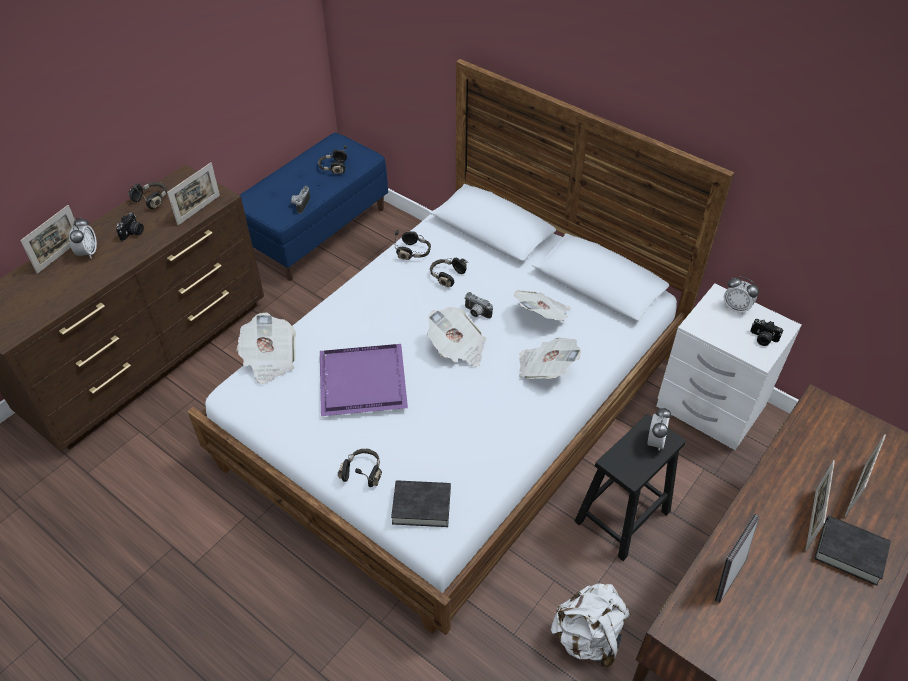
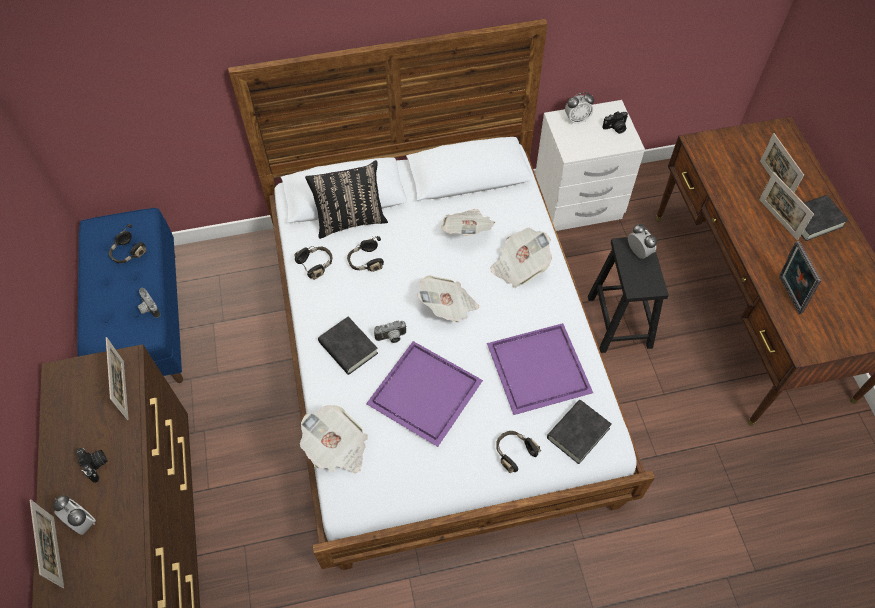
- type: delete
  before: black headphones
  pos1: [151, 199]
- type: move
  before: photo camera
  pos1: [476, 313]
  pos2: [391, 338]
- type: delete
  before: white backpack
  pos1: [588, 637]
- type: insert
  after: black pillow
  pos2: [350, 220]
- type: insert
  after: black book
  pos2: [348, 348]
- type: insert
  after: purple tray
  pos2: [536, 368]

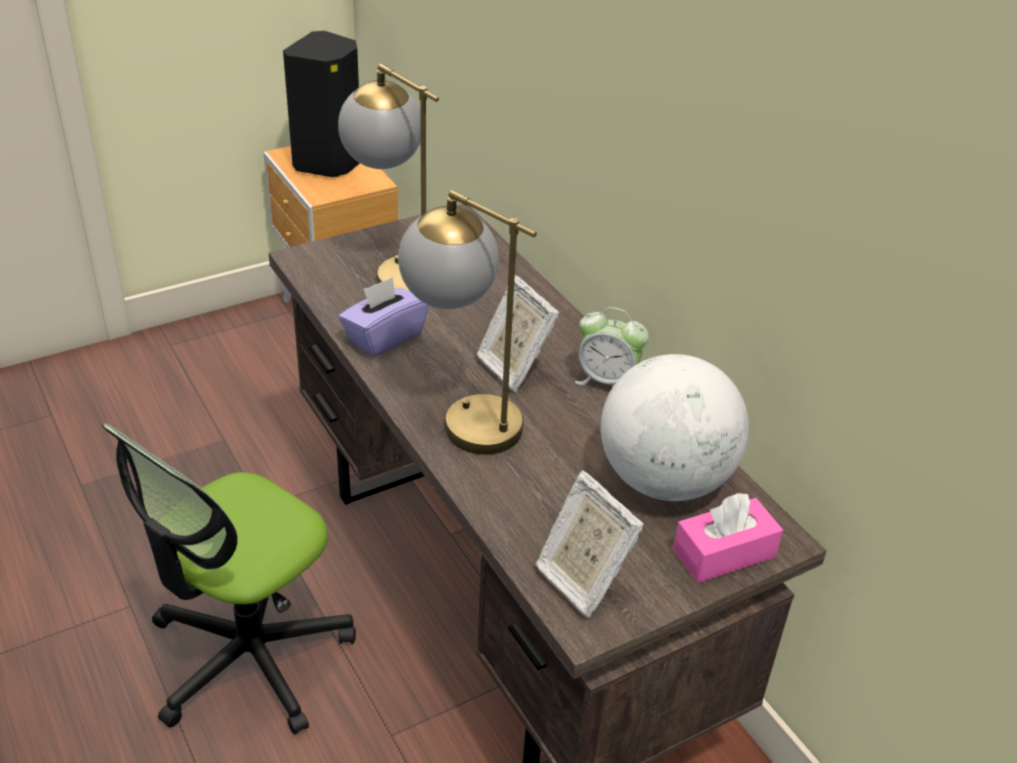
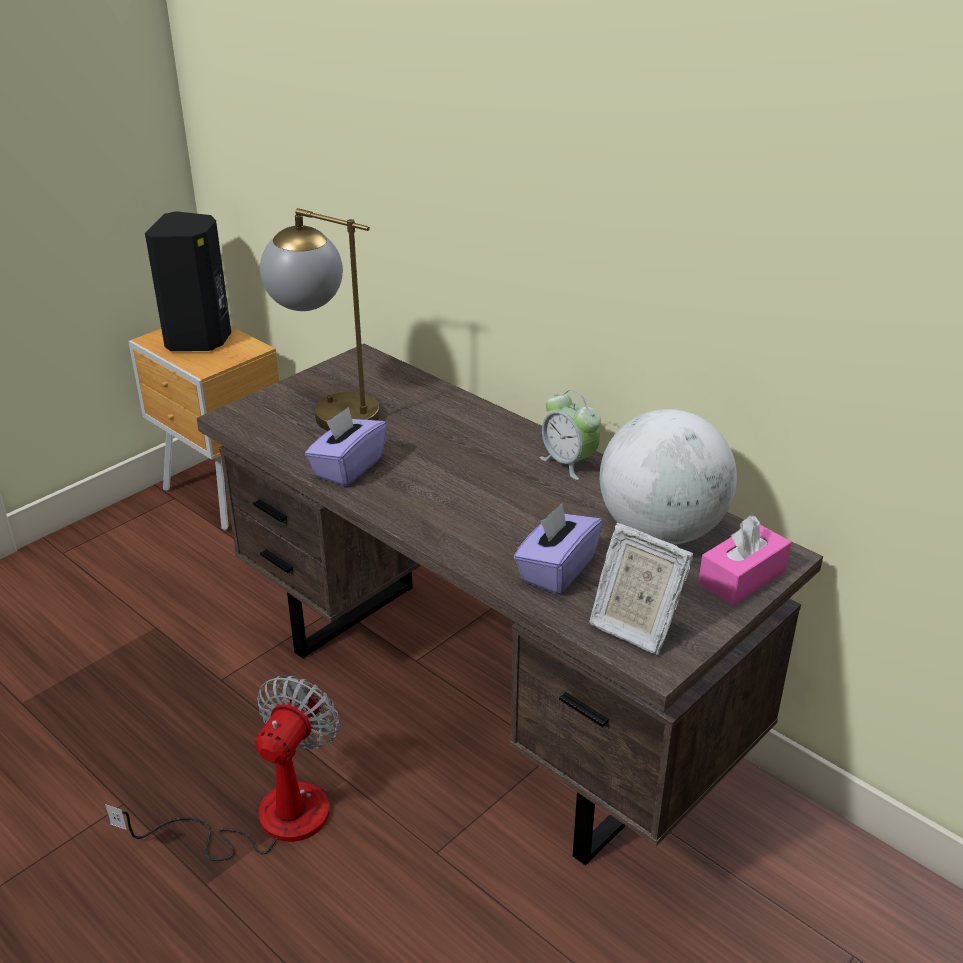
- type: delete
  before: table lamp
  pos1: [461, 416]
- type: delete
  before: picture frame
  pos1: [513, 367]
- type: rotate
  before: alarm clock
  pos1: [607, 381]
  pos2: [568, 463]
  turn: 45
- type: replace
  before: office chair
  after: fan
  pos1: [249, 657]
  pos2: [266, 819]
- type: insert
  after: purple tissue box
  pos2: [556, 570]

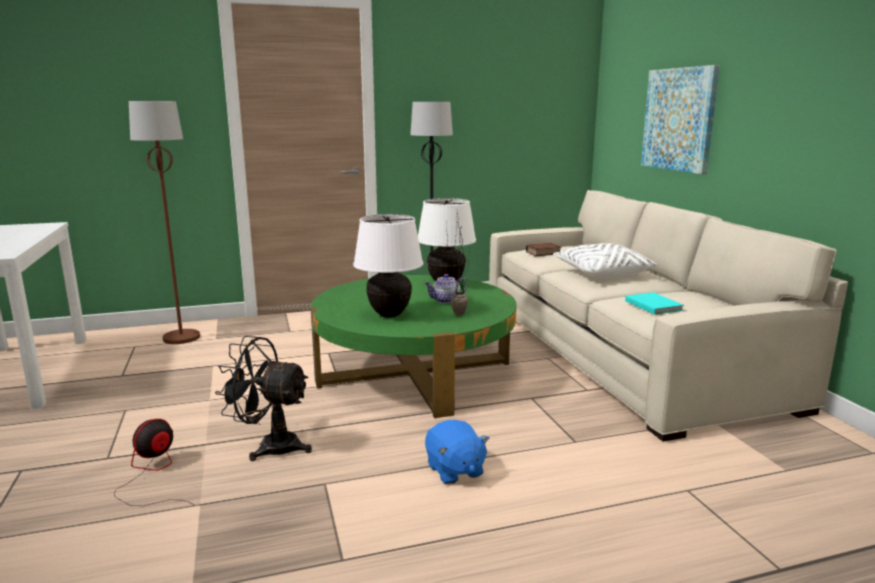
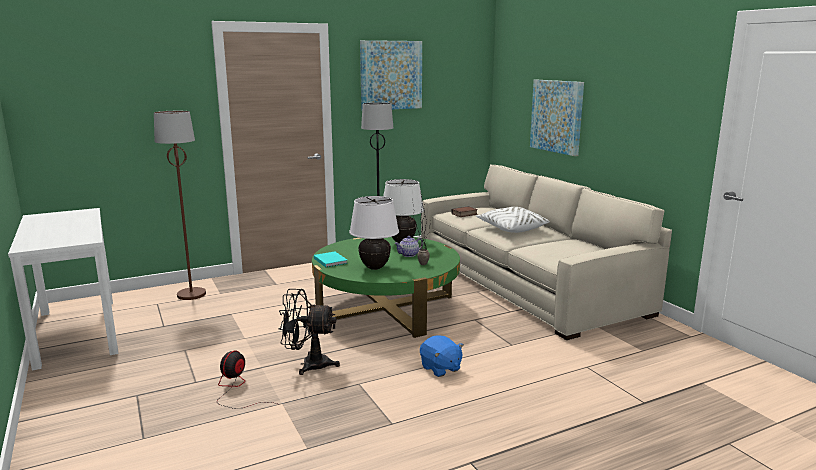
- type: move
  before: turquoise book
  pos1: [653, 305]
  pos2: [330, 260]
- type: insert
  after: picture
  pos2: [391, 75]

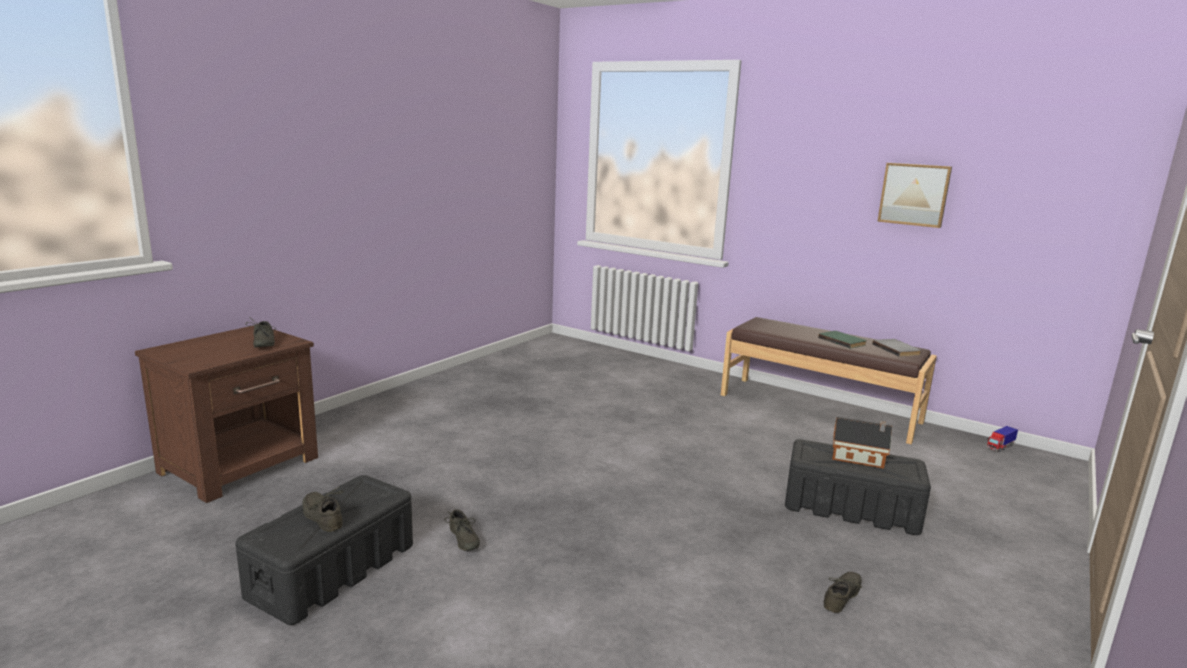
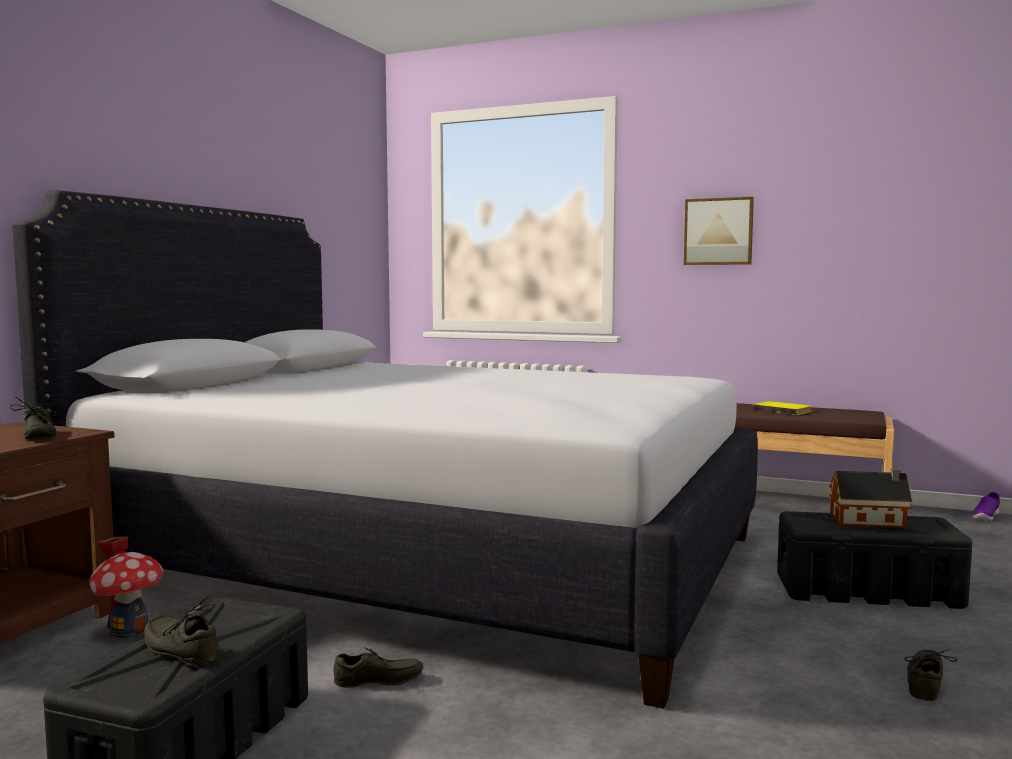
- type: move
  before: picture
  pos1: [914, 194]
  pos2: [718, 231]
- type: recolor
  before: green book
  after: yellow book
  pos1: [843, 341]
  pos2: [783, 410]
- type: delete
  before: grey book
  pos1: [897, 349]
- type: replace
  before: toy truck
  after: purple shoe
  pos1: [1000, 447]
  pos2: [985, 517]
- type: rotate
  before: grey shoe
  pos1: [462, 540]
  pos2: [379, 682]
  turn: -60
- type: insert
  after: white bed
  pos2: [426, 560]
- type: insert
  after: toy house
  pos2: [129, 629]

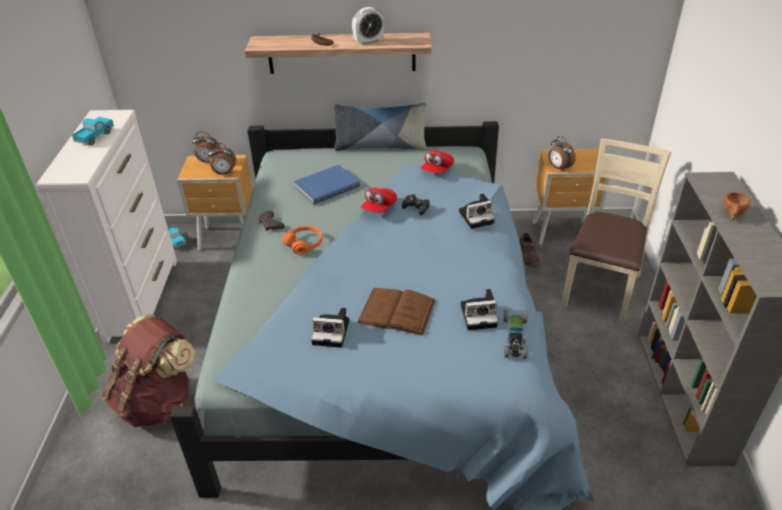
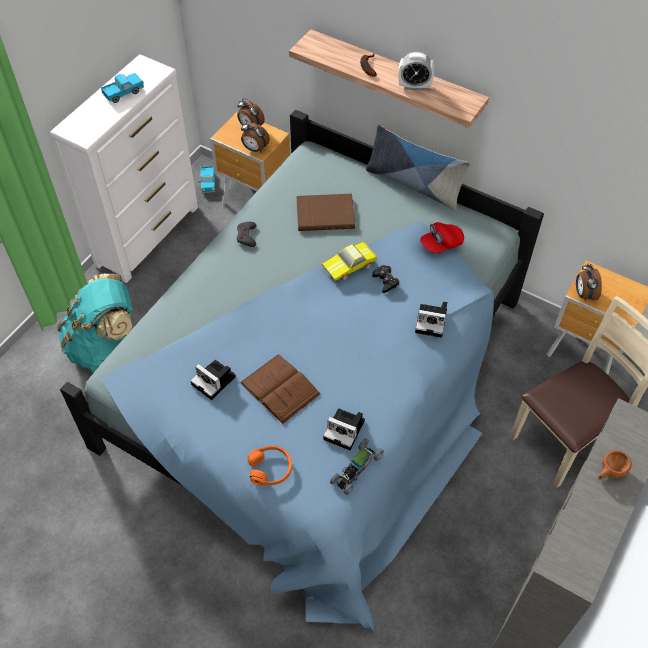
- type: recolor
  before: blue book
  after: brown book
  pos1: [326, 186]
  pos2: [325, 213]
- type: replace
  before: red cap
  after: toy car
  pos1: [379, 208]
  pos2: [350, 266]
- type: move
  before: orange headphones
  pos1: [304, 243]
  pos2: [270, 469]
- type: delete
  before: brown shoe
  pos1: [528, 256]
- type: recolor
  before: brown backpack
  after: turquoise backpack
  pos1: [159, 401]
  pos2: [105, 346]

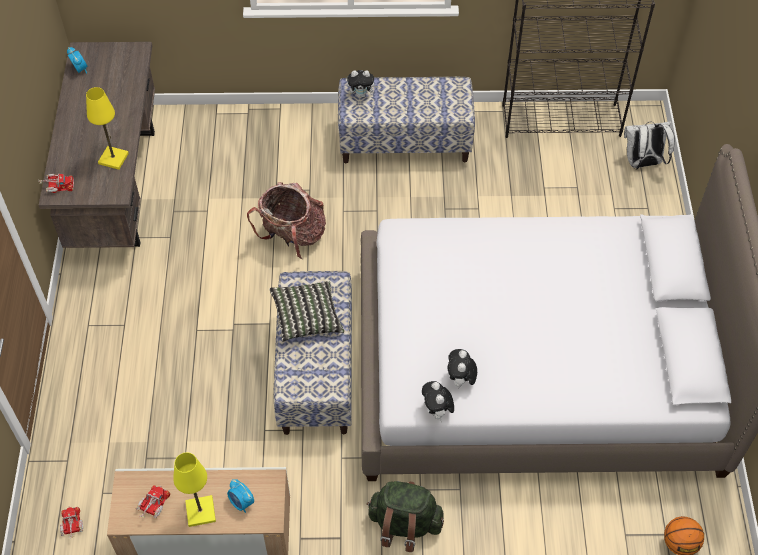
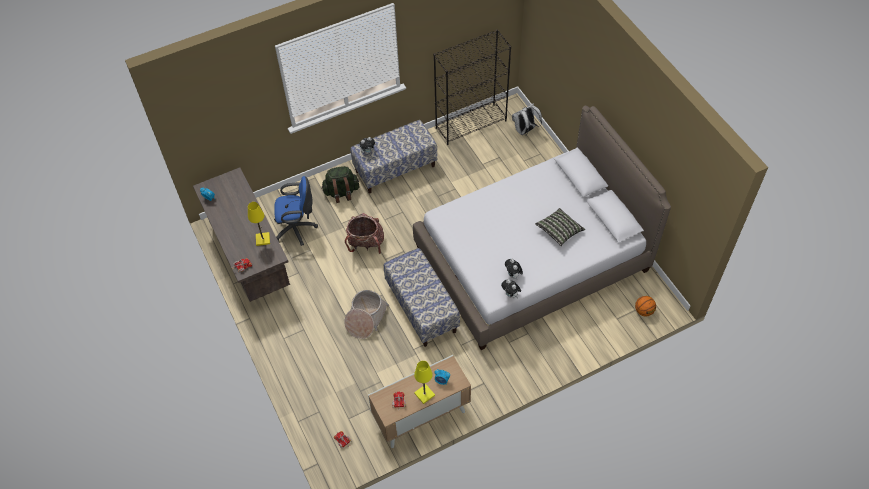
- type: move
  before: pillow
  pos1: [307, 317]
  pos2: [559, 231]
- type: move
  before: green backpack
  pos1: [404, 524]
  pos2: [341, 192]
- type: insert
  after: blue office chair
  pos2: [297, 229]
- type: insert
  after: basket
  pos2: [365, 318]

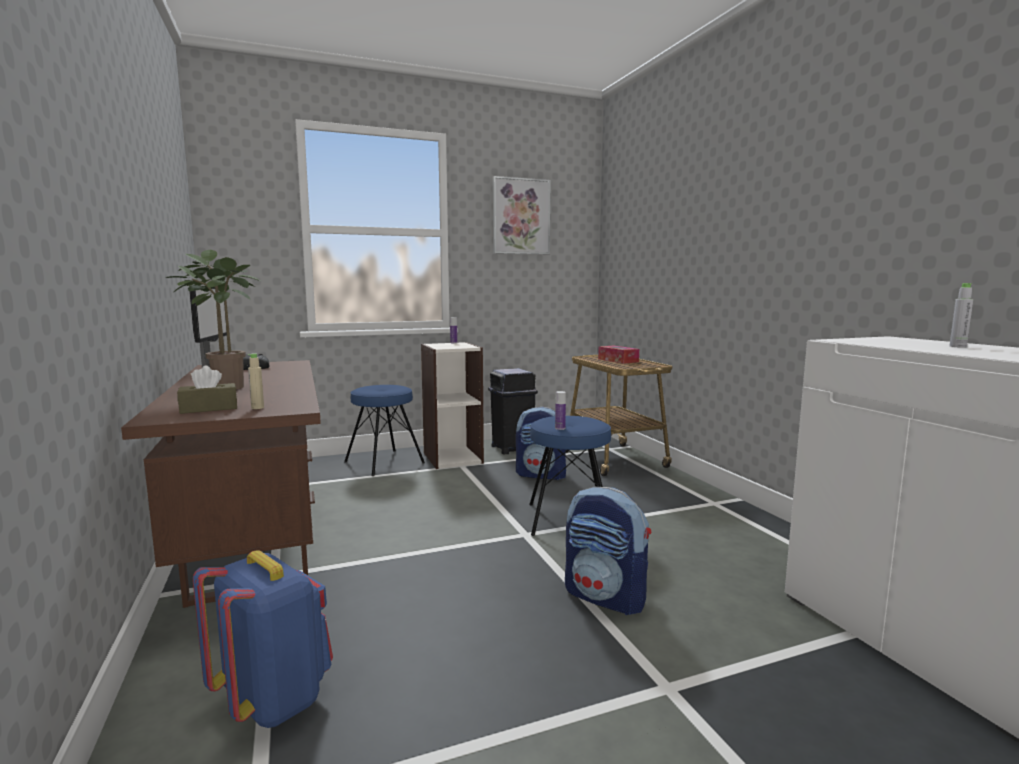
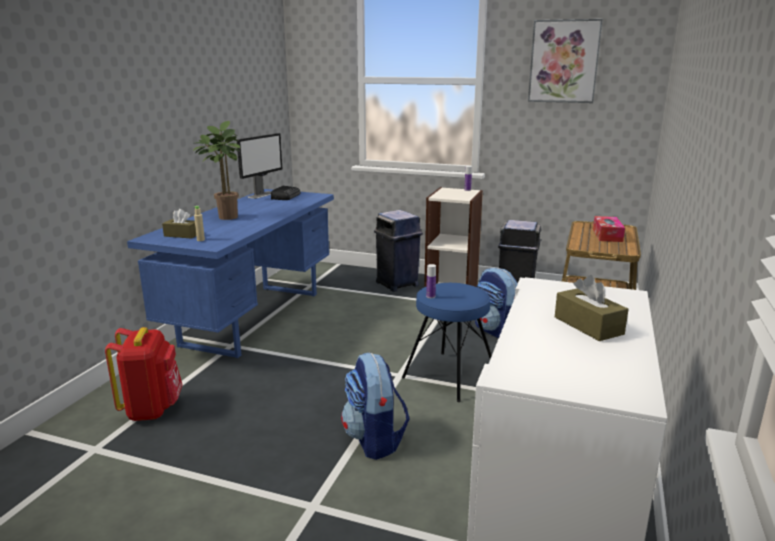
- type: replace
  before: grey bottle
  after: brown tissue box
  pos1: [958, 346]
  pos2: [588, 325]
- type: recolor
  before: brown desk
  after: blue desk
  pos1: [255, 537]
  pos2: [253, 317]
- type: replace
  before: blue stool
  after: blue trash can
  pos1: [384, 462]
  pos2: [397, 284]
- type: recolor
  before: blue backpack
  after: red backpack
  pos1: [273, 699]
  pos2: [152, 409]

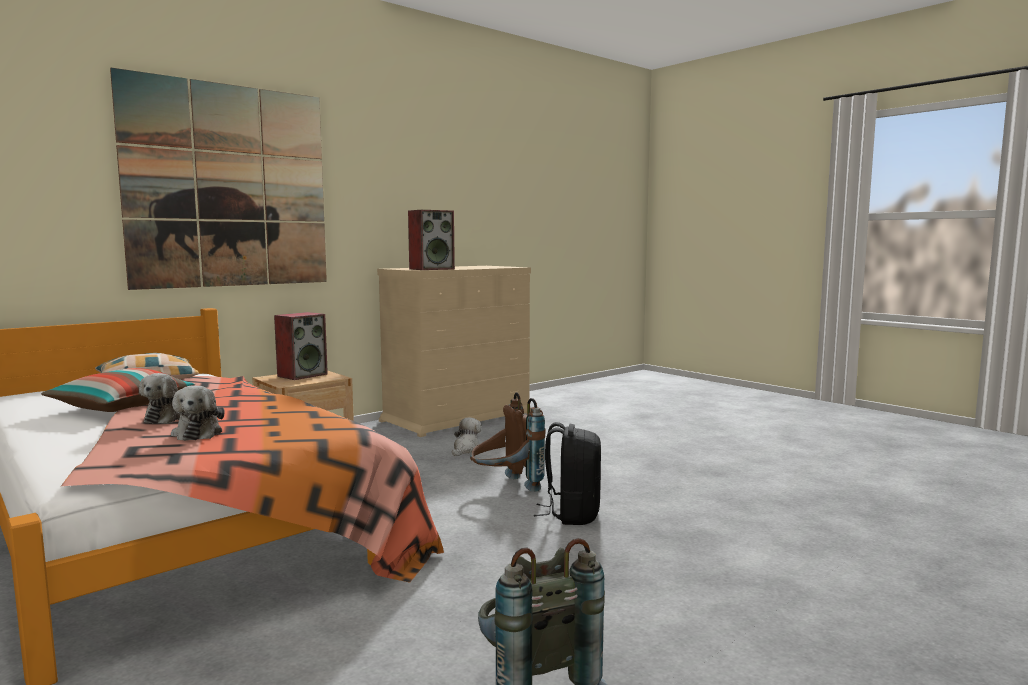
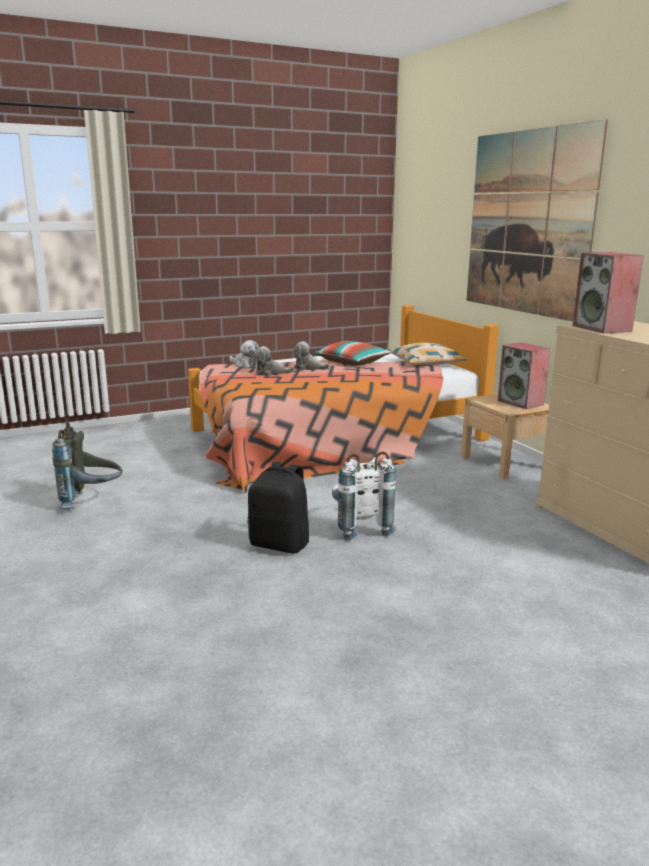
- type: recolor
  before: brown backpack
  after: white backpack
  pos1: [506, 488]
  pos2: [359, 527]
- type: move
  before: plush toy
  pos1: [466, 450]
  pos2: [244, 364]

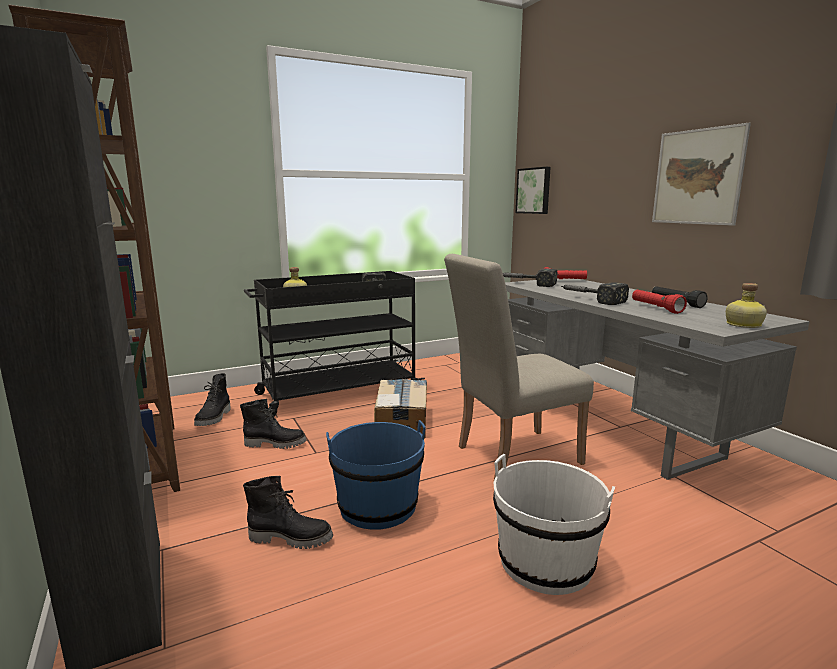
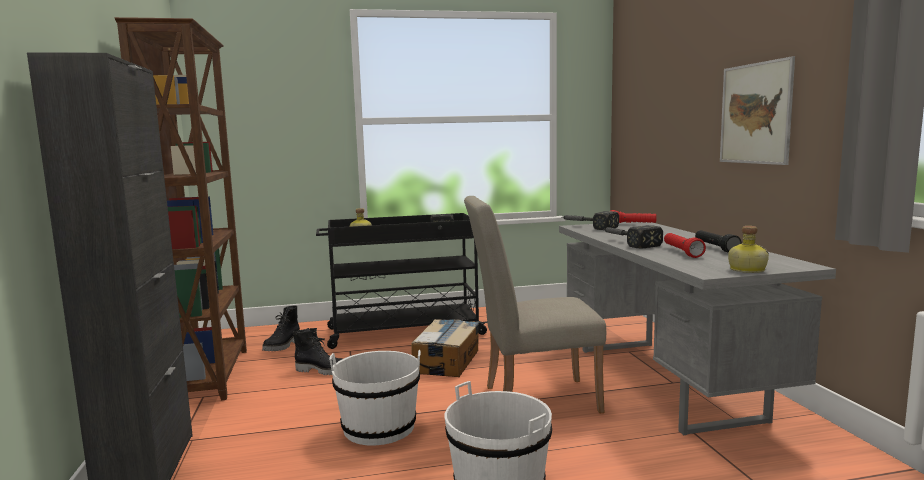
- type: delete
  before: picture
  pos1: [534, 190]
- type: recolor
  before: blue bucket
  after: white bucket
  pos1: [378, 506]
  pos2: [379, 428]
- type: delete
  before: black boot
  pos1: [291, 538]

